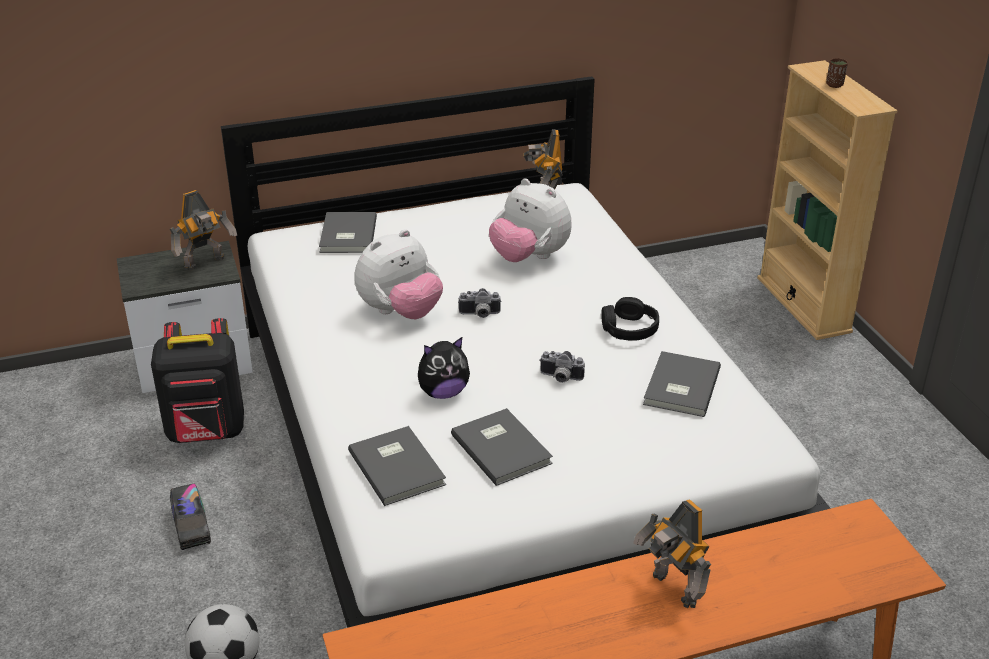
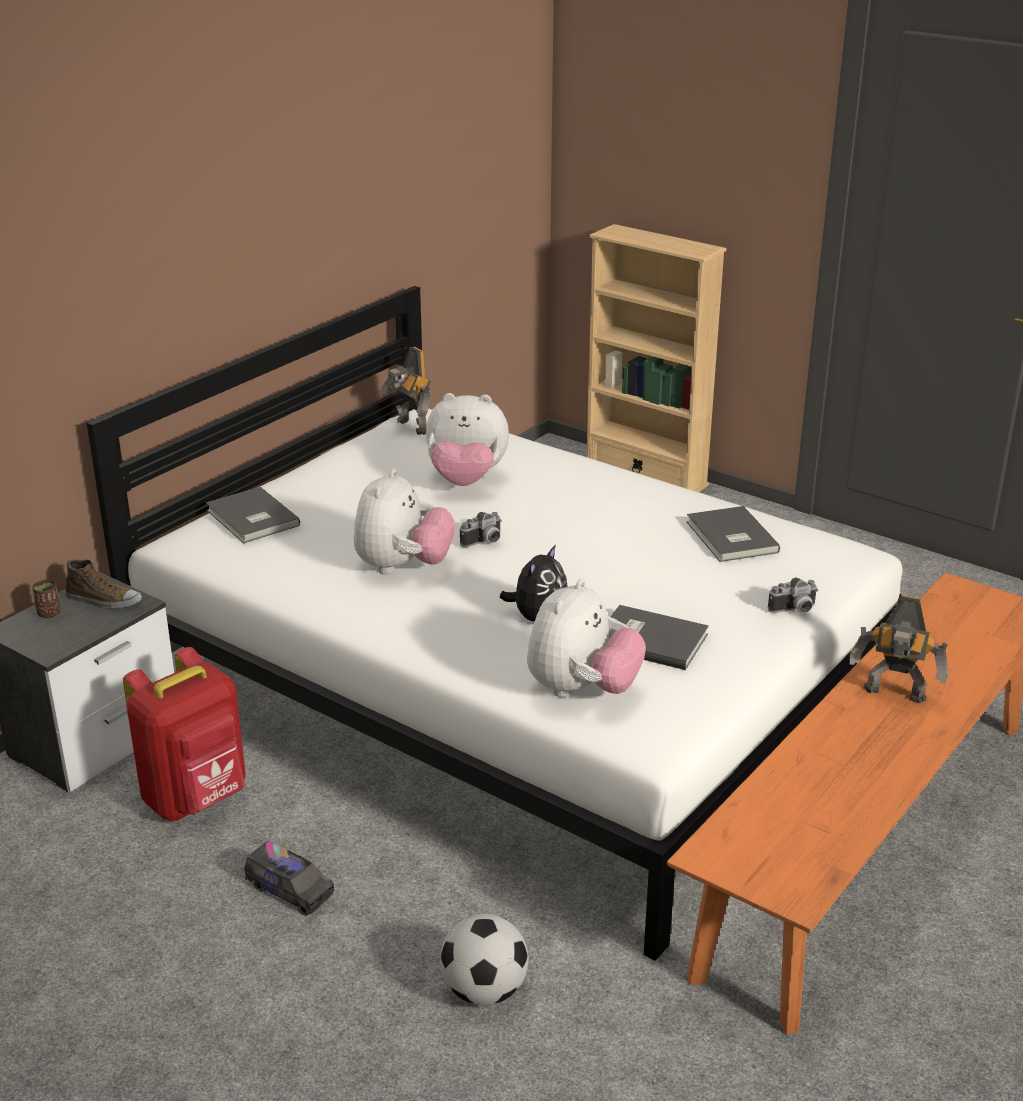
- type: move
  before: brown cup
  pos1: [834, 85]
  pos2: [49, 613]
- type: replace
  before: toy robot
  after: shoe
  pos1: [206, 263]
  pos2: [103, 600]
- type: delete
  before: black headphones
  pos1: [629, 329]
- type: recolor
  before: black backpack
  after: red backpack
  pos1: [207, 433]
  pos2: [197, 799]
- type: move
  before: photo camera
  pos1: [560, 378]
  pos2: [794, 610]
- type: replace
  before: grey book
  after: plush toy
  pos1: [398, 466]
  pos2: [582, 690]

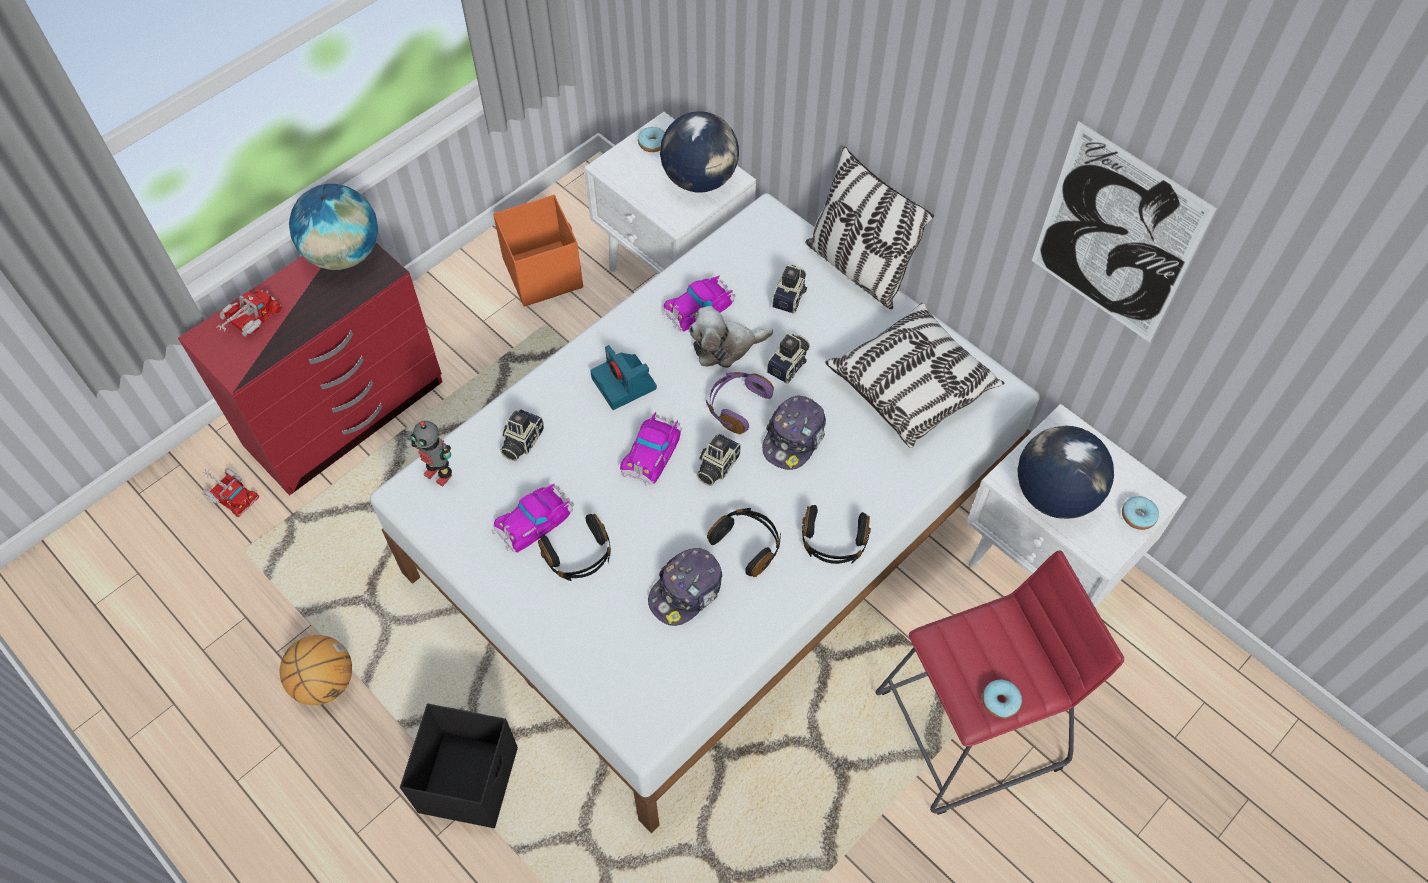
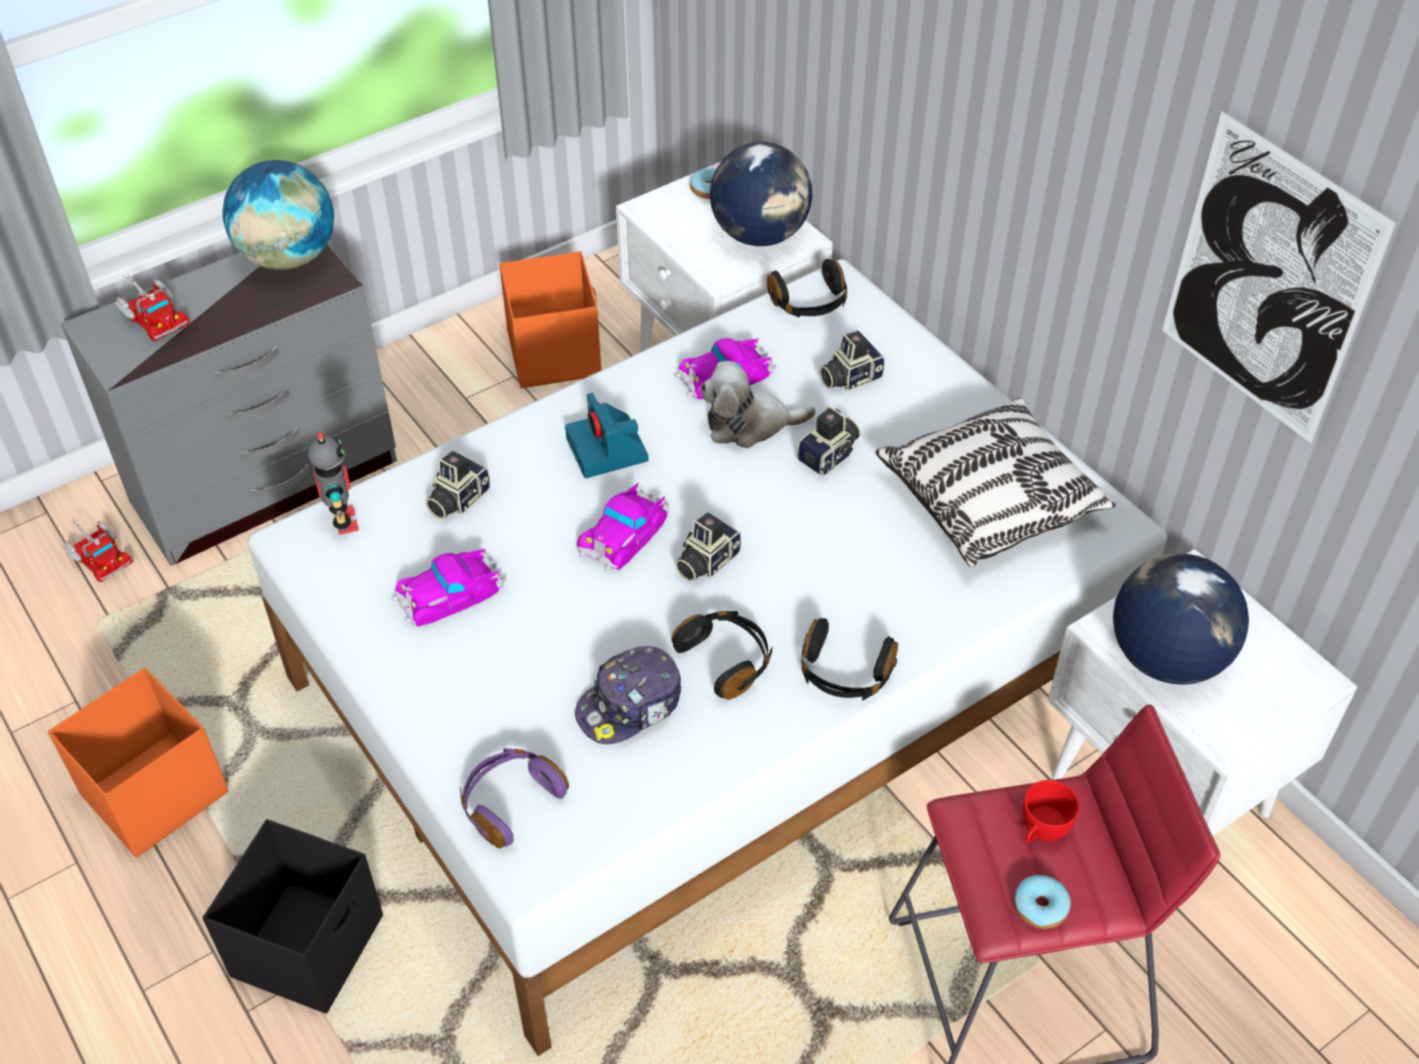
- type: delete
  before: pillow
  pos1: [858, 268]
- type: recolor
  before: red dresser
  after: grey dresser
  pos1: [347, 414]
  pos2: [268, 483]
- type: rotate
  before: photo camera
  pos1: [791, 296]
  pos2: [849, 377]
  turn: -150
- type: rotate
  before: toy truck
  pos1: [249, 320]
  pos2: [152, 315]
  turn: 90
- type: move
  before: purple headphones
  pos1: [737, 405]
  pos2: [510, 802]
- type: delete
  before: cap
  pos1: [794, 438]
- type: rotate
  before: toy robot
  pos1: [439, 473]
  pos2: [343, 522]
  turn: -150
- type: delete
  before: donut
  pos1: [1138, 516]
- type: move
  before: black headphones
  pos1: [579, 556]
  pos2: [809, 303]
- type: replace
  before: basketball
  after: orange storage box
  pos1: [324, 682]
  pos2: [153, 795]
- type: insert
  after: red cup
  pos2: [1041, 832]

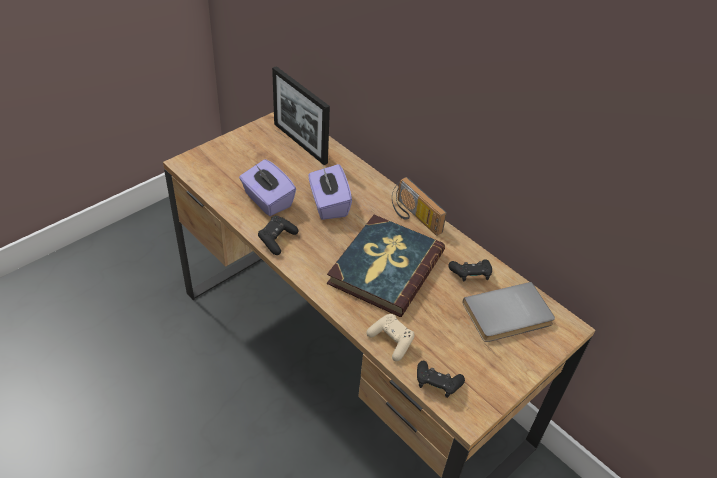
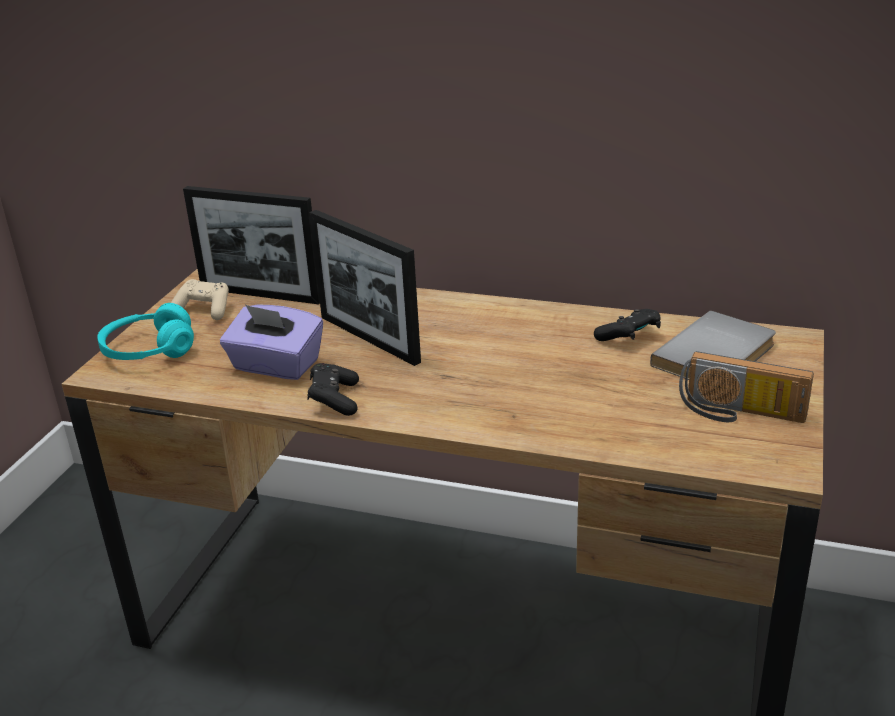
- type: replace
  before: purple tissue box
  after: picture frame
  pos1: [328, 204]
  pos2: [369, 339]
- type: move
  before: radio
  pos1: [413, 217]
  pos2: [739, 413]
- type: delete
  before: book
  pos1: [385, 267]
- type: move
  before: beige game controller
  pos1: [391, 341]
  pos2: [204, 310]
- type: delete
  before: black game controller
  pos1: [436, 384]
- type: insert
  after: turquoise headphones
  pos2: [149, 350]

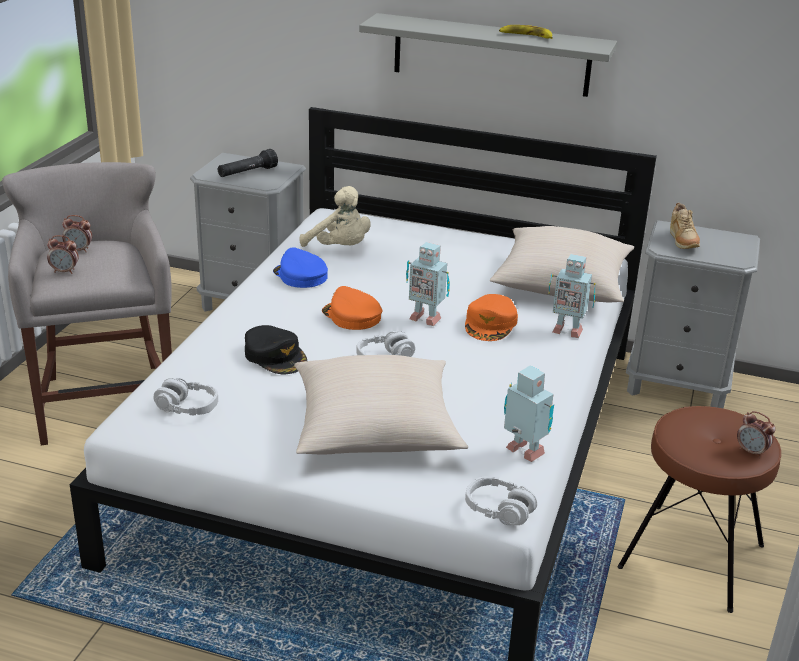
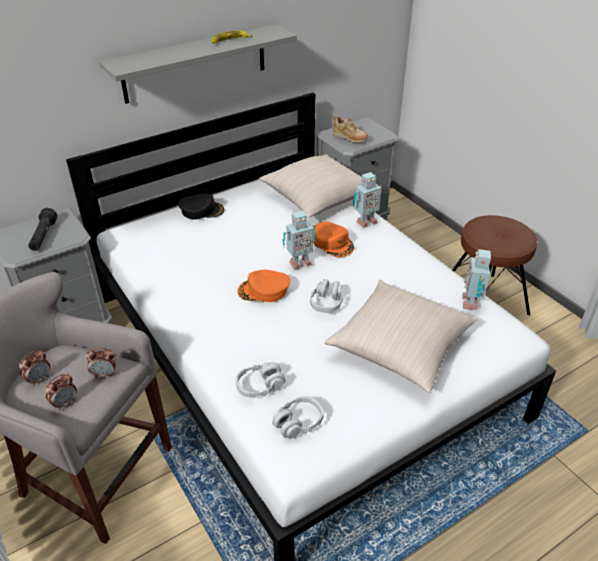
- type: delete
  before: beige plush toy
  pos1: [340, 248]
- type: delete
  before: blue cap
  pos1: [300, 276]
- type: move
  before: black cap
  pos1: [275, 356]
  pos2: [201, 210]
- type: rotate
  before: toy robot
  pos1: [524, 453]
  pos2: [471, 302]
  turn: -75
- type: move
  before: alarm clock
  pos1: [751, 452]
  pos2: [105, 374]
- type: move
  before: grey headphones
  pos1: [499, 510]
  pos2: [260, 385]

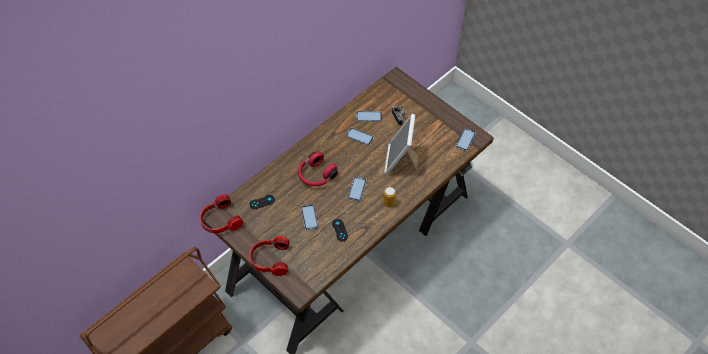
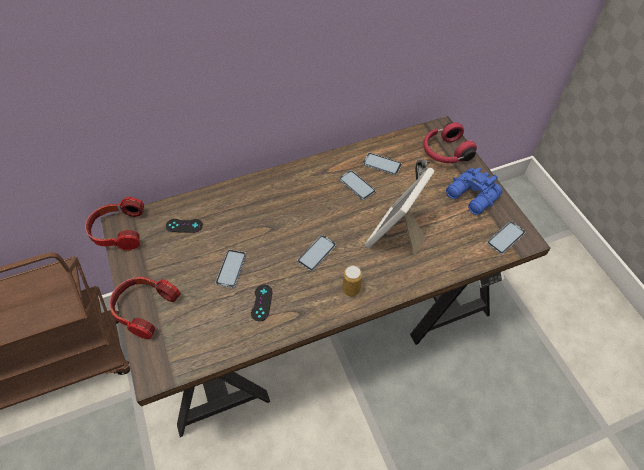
- type: move
  before: red headphones
  pos1: [316, 175]
  pos2: [445, 152]
- type: insert
  after: blue binoculars
  pos2: [472, 197]

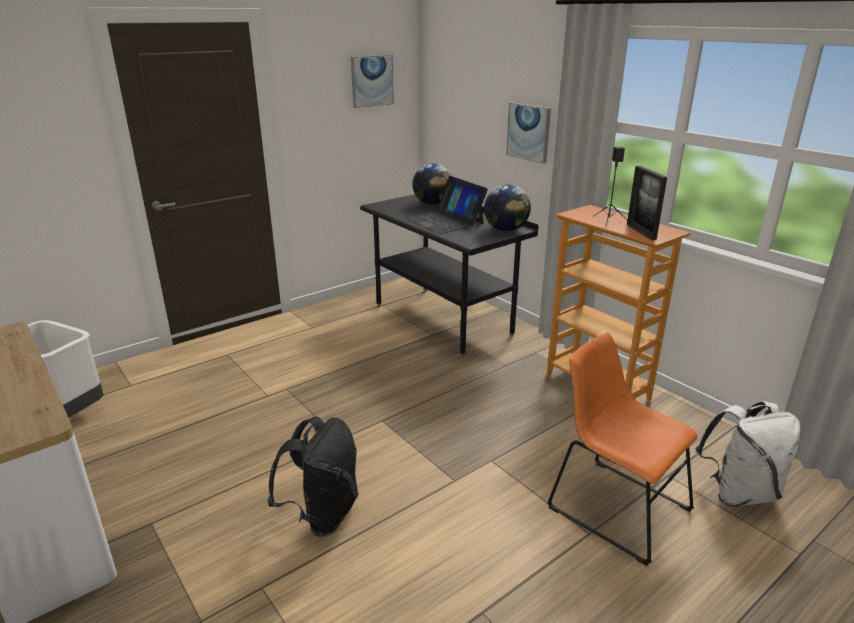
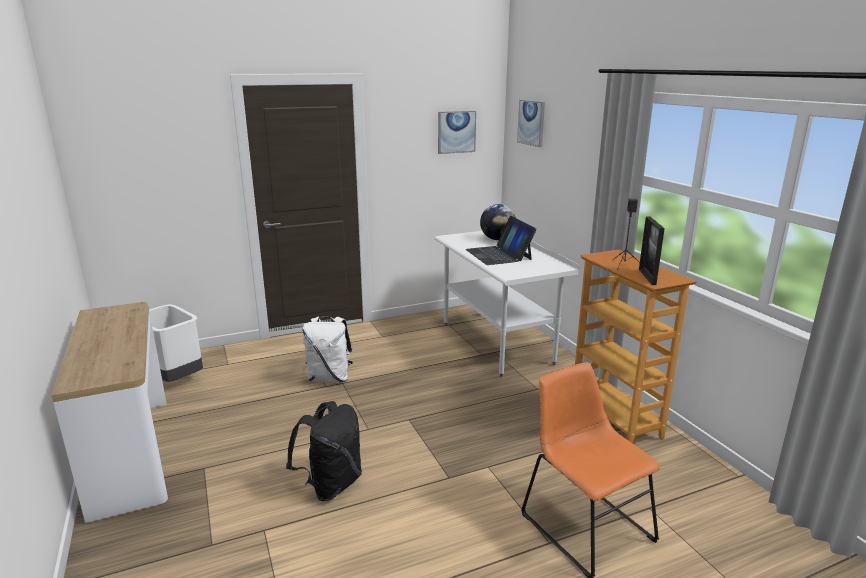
- type: move
  before: picture
  pos1: [528, 132]
  pos2: [531, 122]
- type: delete
  before: globe
  pos1: [506, 230]
- type: recolor
  before: black desk
  after: white desk
  pos1: [442, 320]
  pos2: [496, 343]
- type: move
  before: white backpack
  pos1: [739, 492]
  pos2: [329, 378]

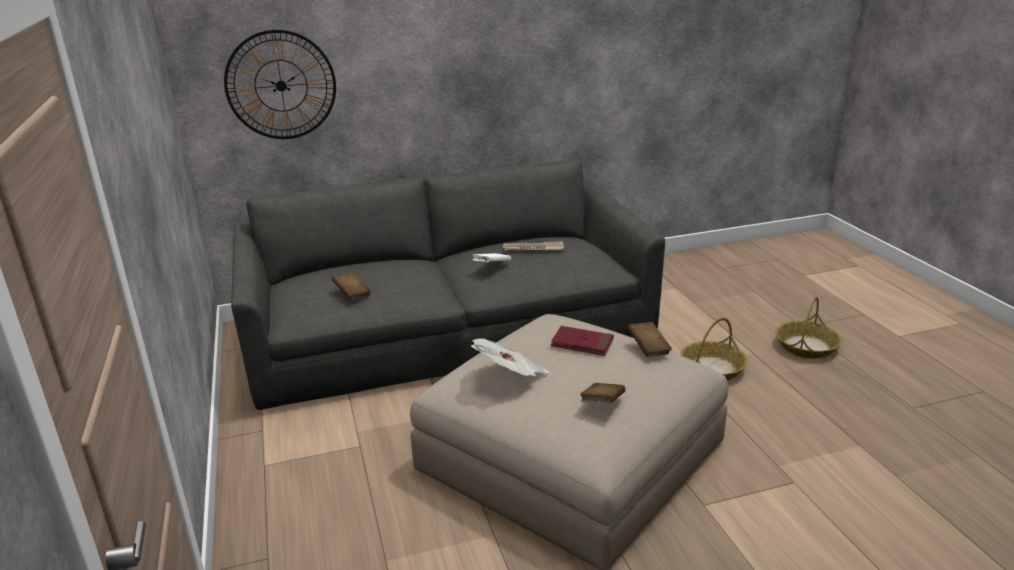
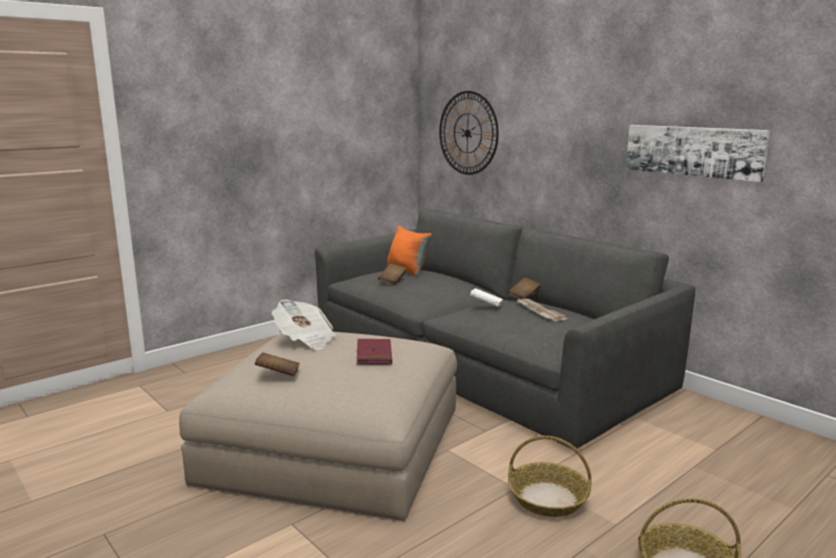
- type: move
  before: brown book
  pos1: [648, 349]
  pos2: [524, 297]
- type: insert
  after: picture
  pos2: [693, 151]
- type: insert
  after: orange pillow
  pos2: [407, 271]

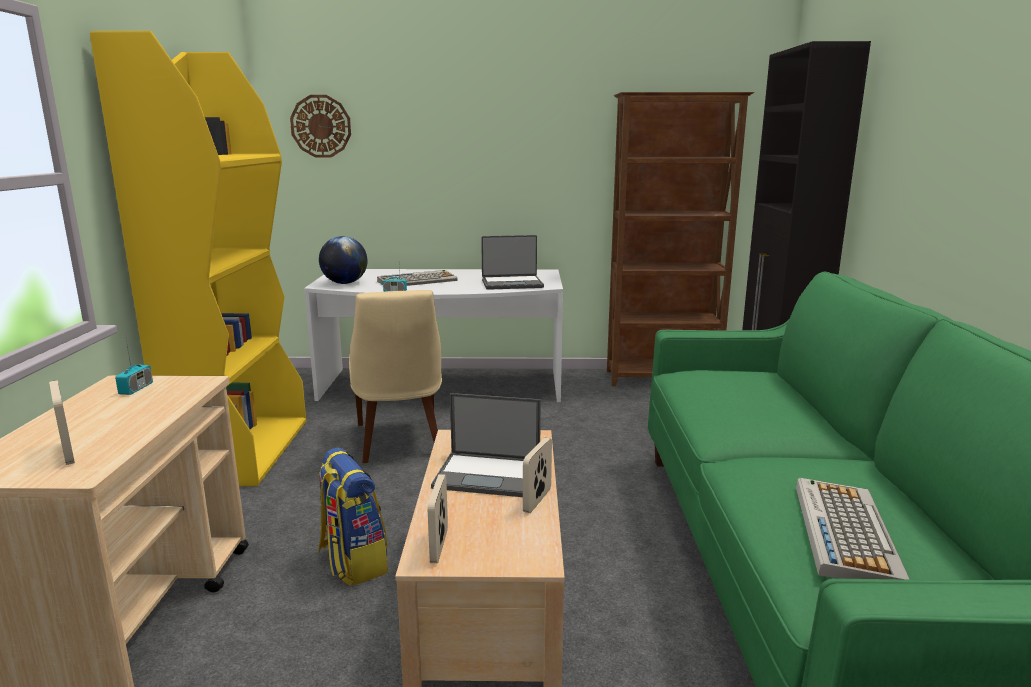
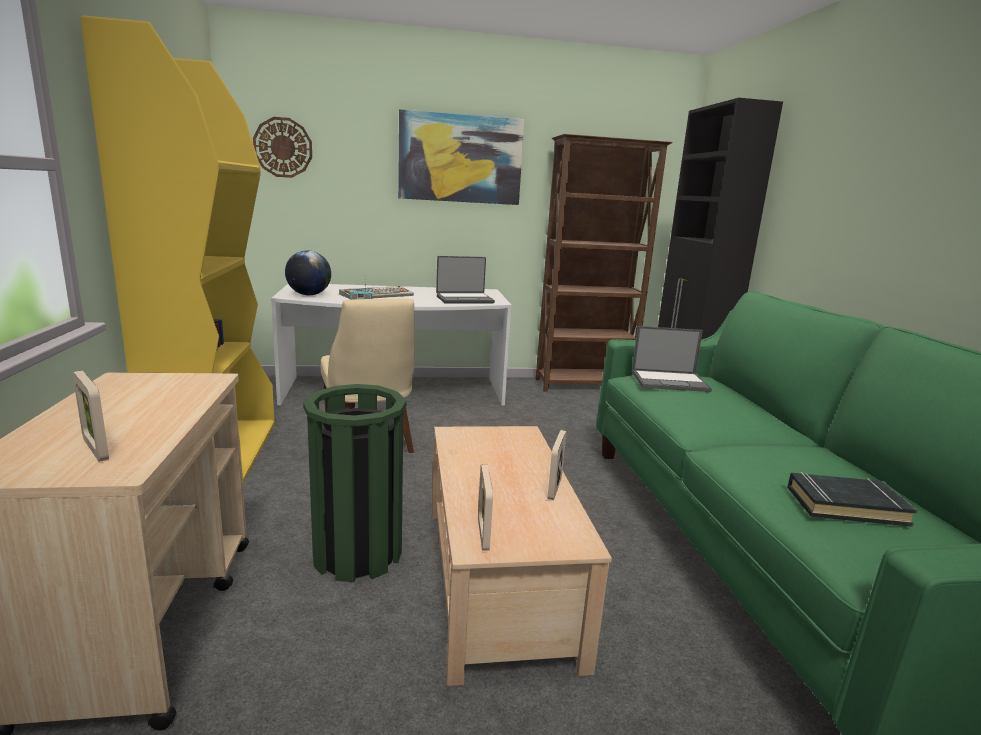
- type: delete
  before: radio
  pos1: [136, 389]
- type: move
  before: laptop
  pos1: [489, 474]
  pos2: [670, 381]
- type: replace
  before: backpack
  after: green trash can
  pos1: [352, 562]
  pos2: [357, 554]
- type: replace
  before: keyboard
  after: black book
  pos1: [844, 531]
  pos2: [845, 505]
- type: insert
  after: picture
  pos2: [460, 159]

